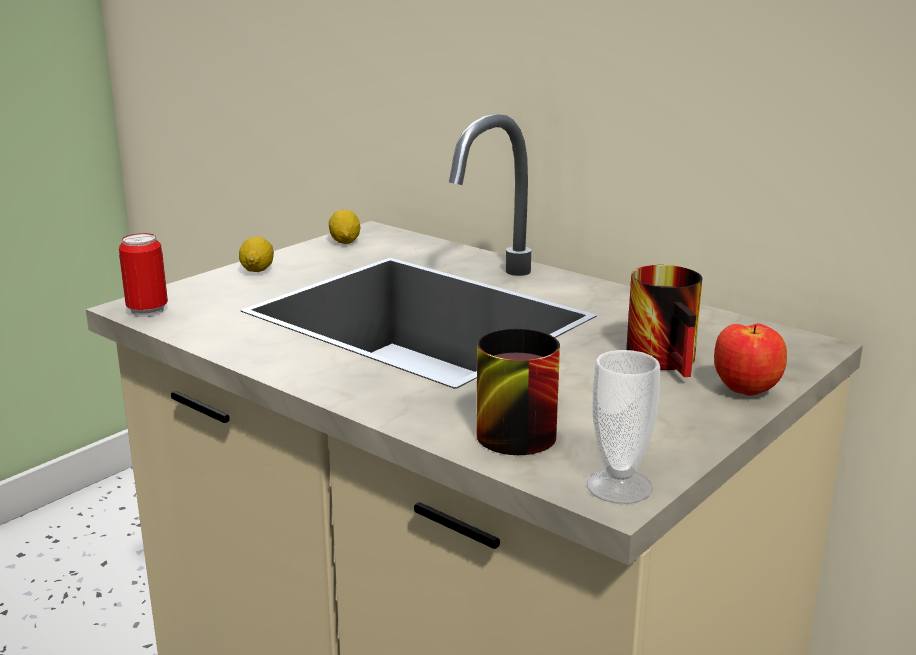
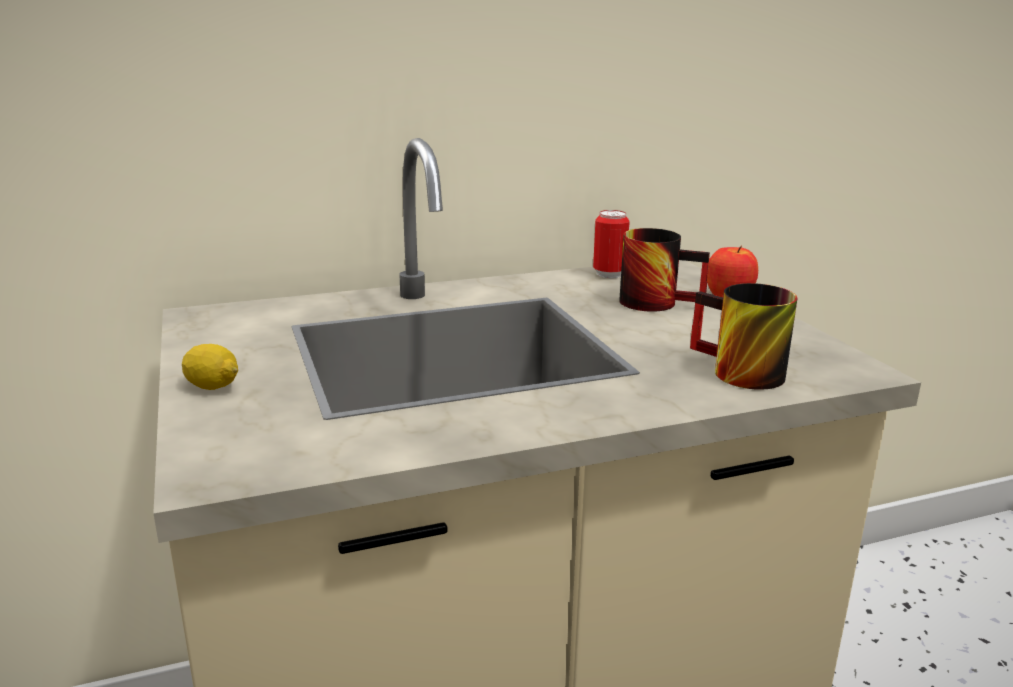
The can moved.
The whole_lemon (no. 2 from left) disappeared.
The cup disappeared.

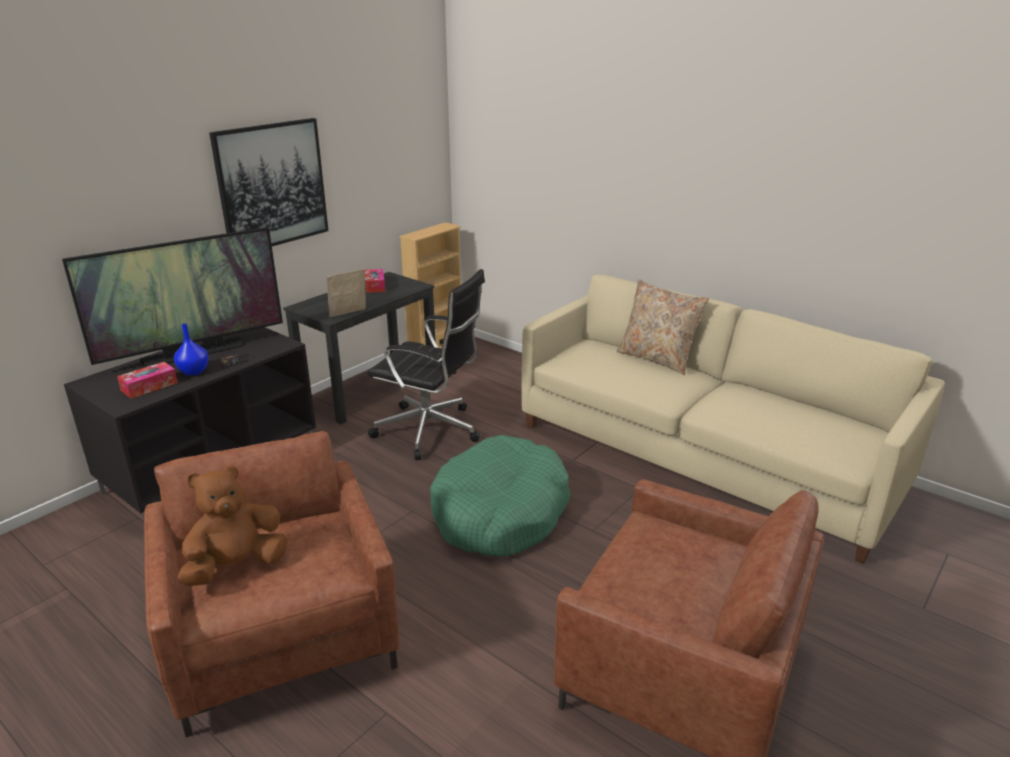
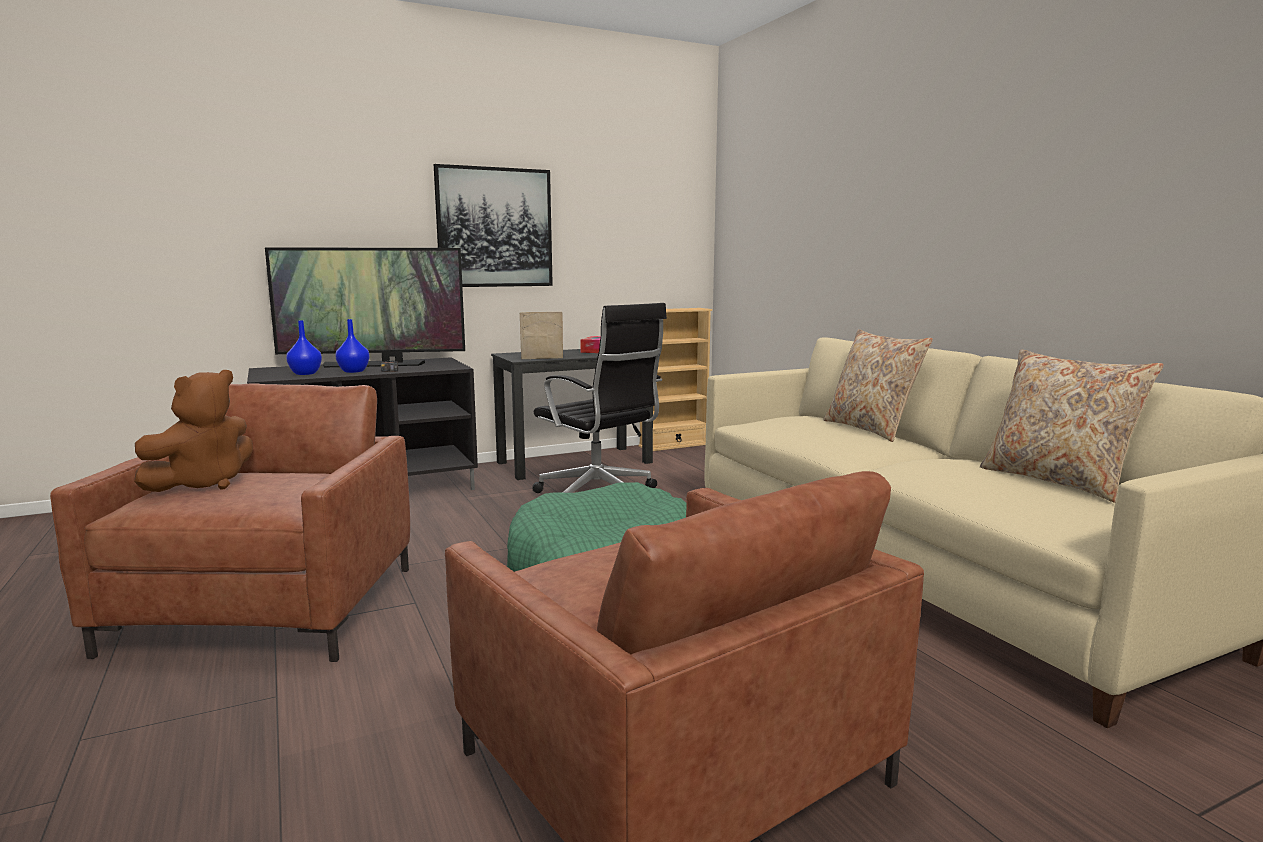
The tissue_box (no. 1 from left) was replaced by the blue_vase (no. 1 from left).
The brownish_plush_toy turned 135 degrees clockwise.
The beige-coloured_cushion (no. 2 from left) appeared.

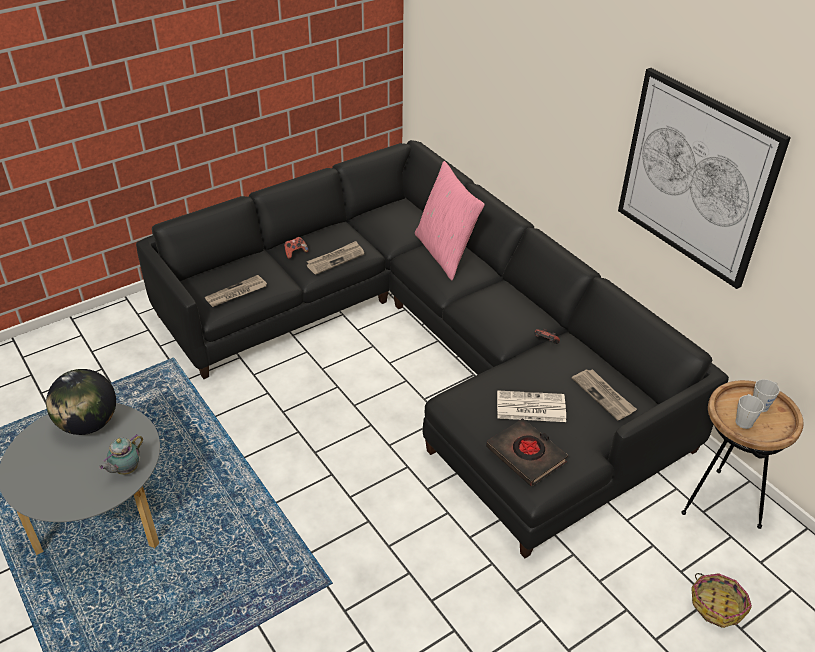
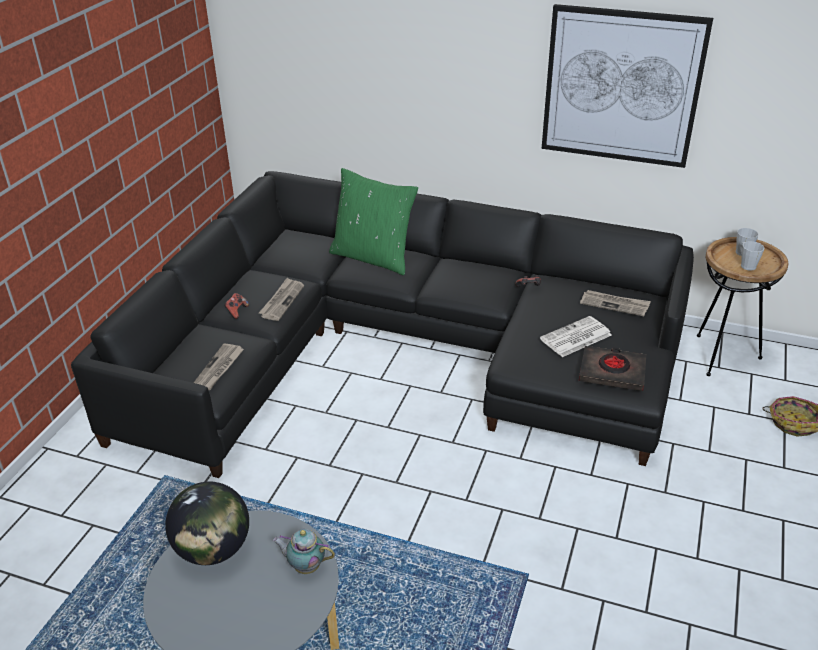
The tea_pot turned 105 degrees clockwise.
The pink_cushion became the green-coloured_cushion.

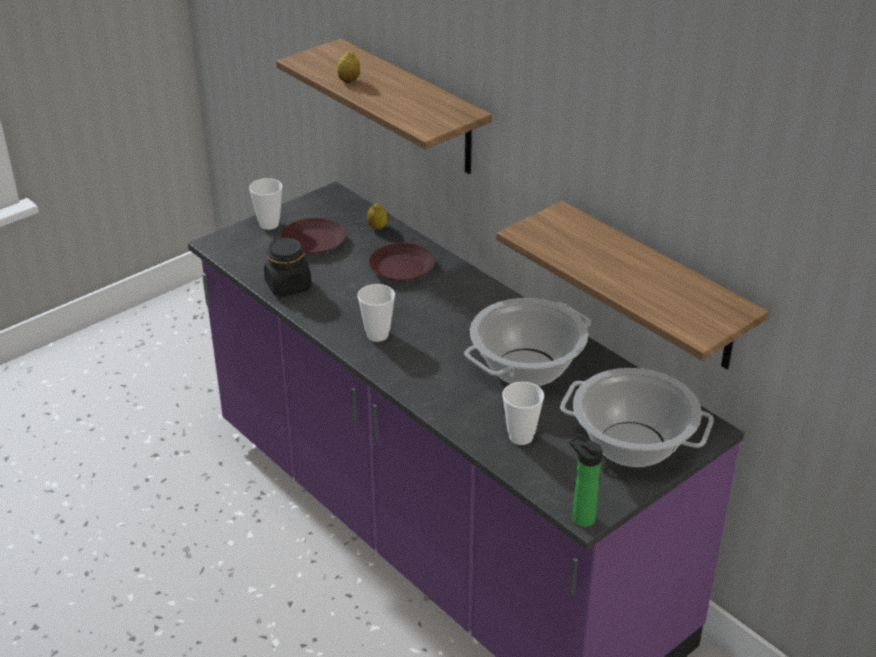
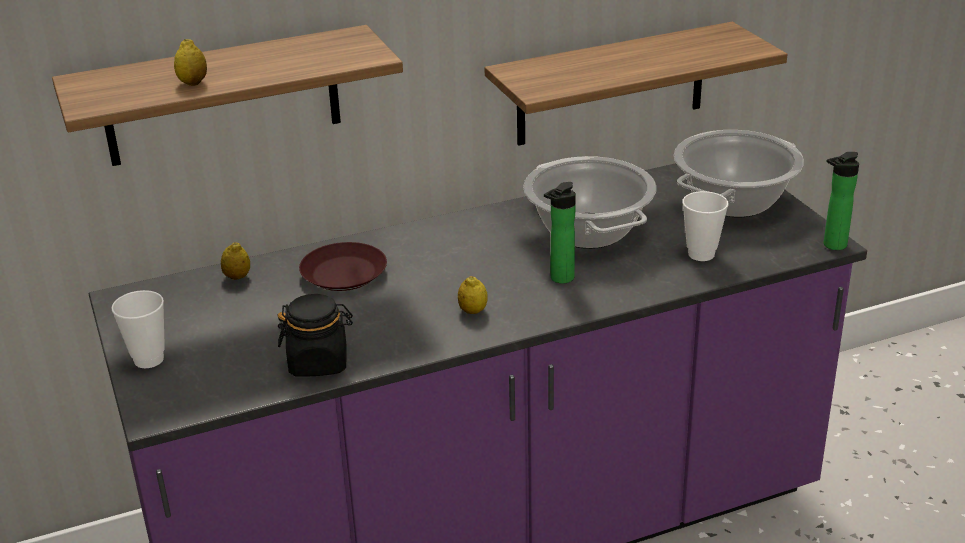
The brownish_flat_dish (no. 1 from left) disappeared.
The cup (no. 2 from left) was replaced by the whole_lemon (no. 3 from left).
The beverage_bottle (no. 1 from left) appeared.

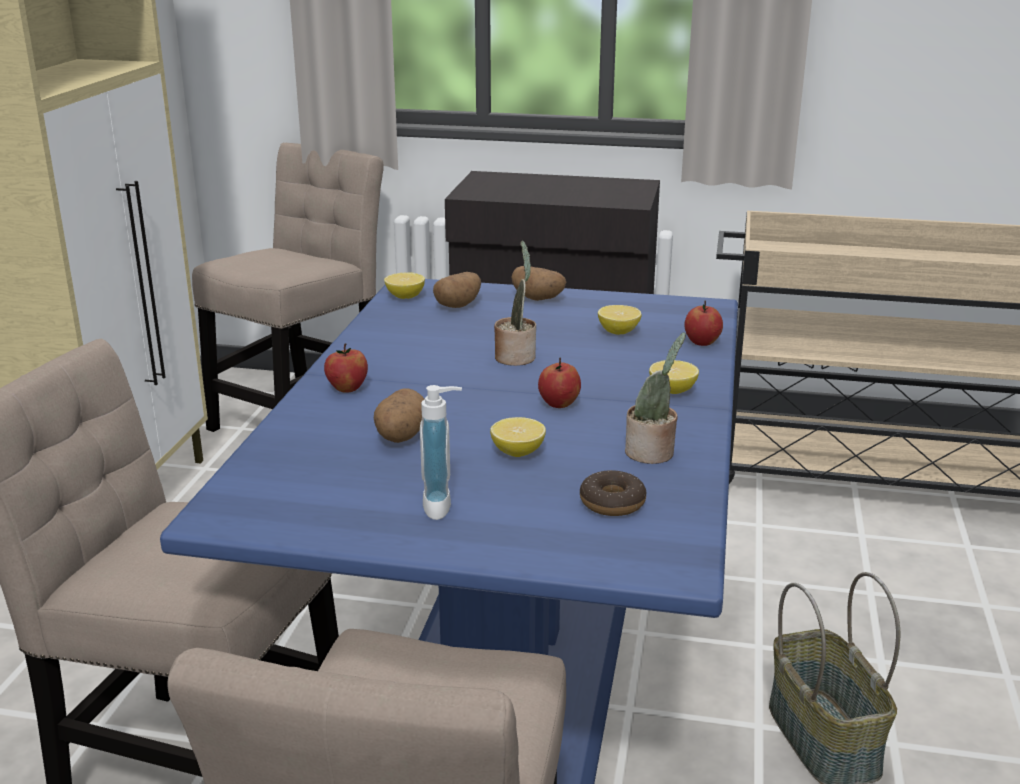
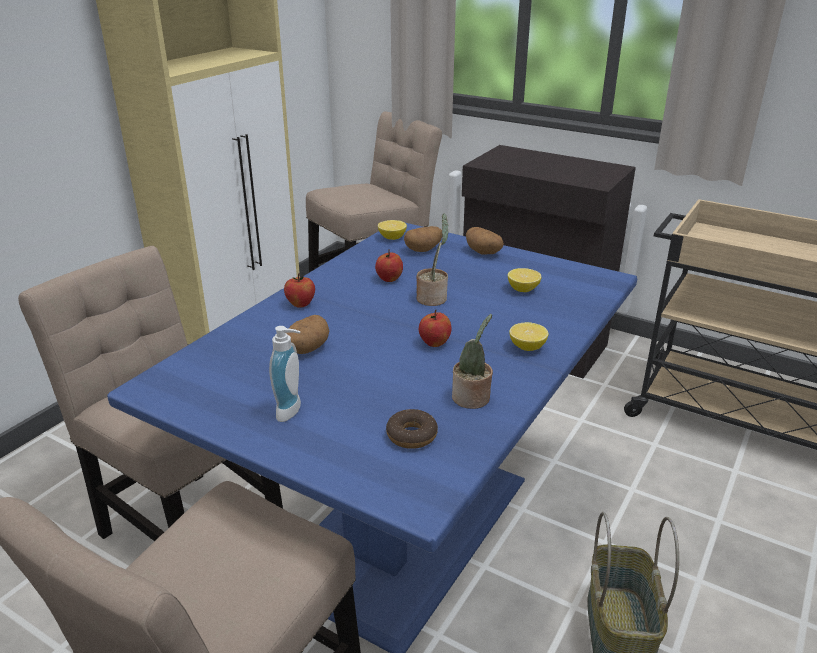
The whole_lemon (no. 2 from left) disappeared.
The apple (no. 3 from left in the first image) moved.

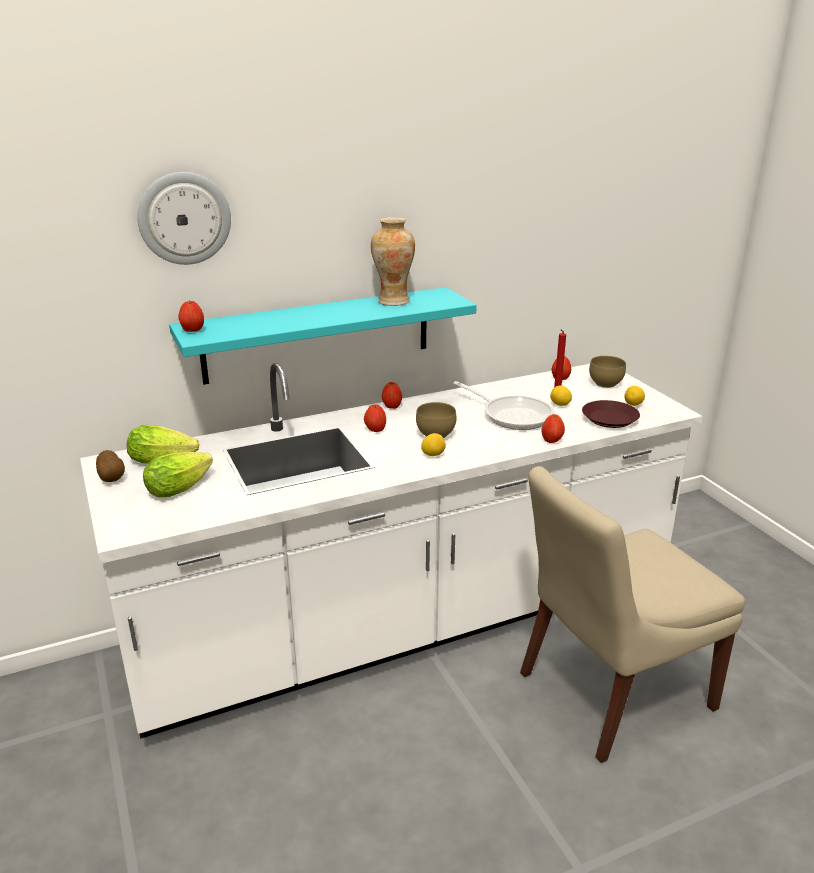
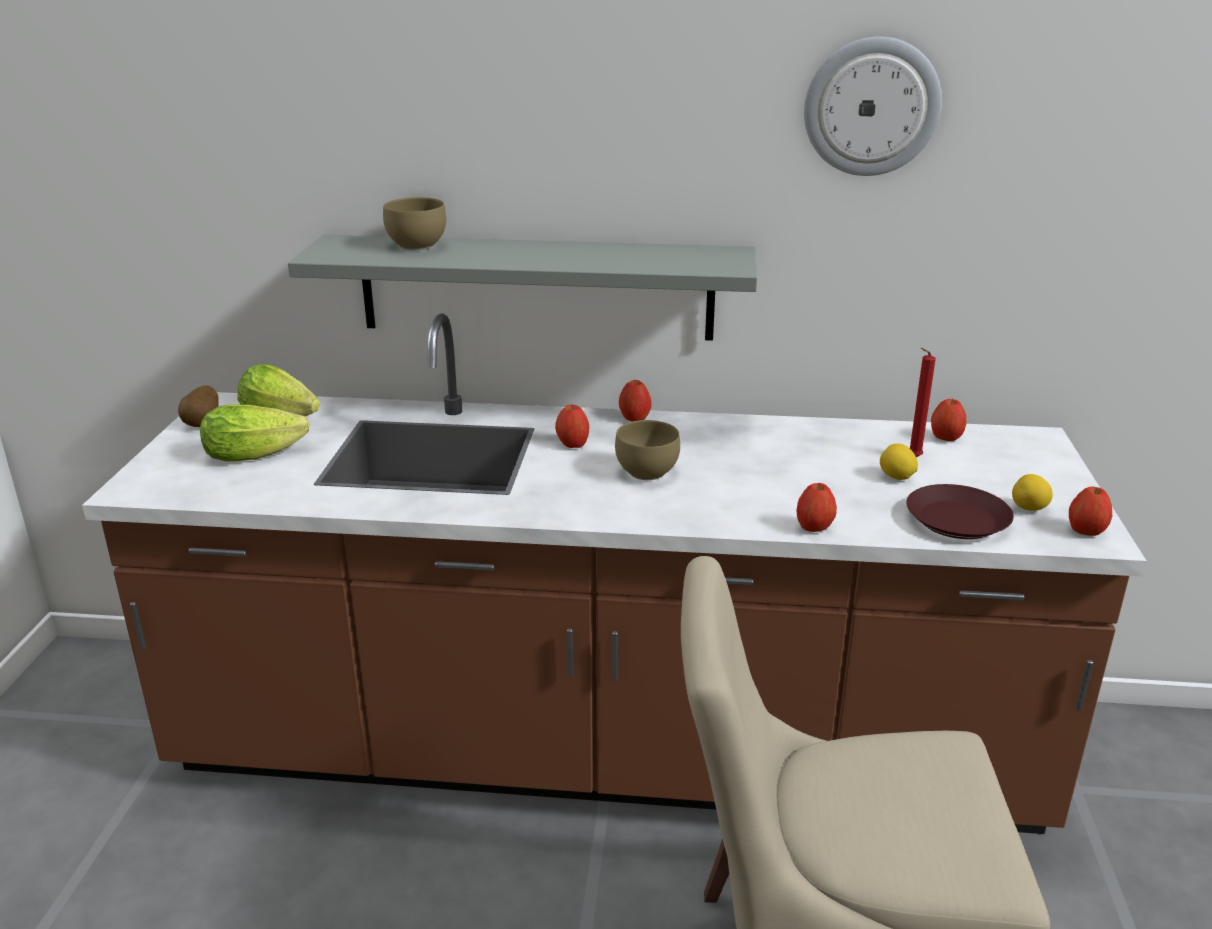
The white_kitchen_base_unit became the brownish_kitchen_base_unit.
The wall_clock moved.
The turquoise-coloured_shelf became the greyish_shelf.
The apple (no. 1 from left in the first image) moved.
The vase disappeared.
The whole_lemon (no. 1 from left) disappeared.
The skillet disappeared.
The brownish_serving_bowl (no. 2 from left in the first image) moved.

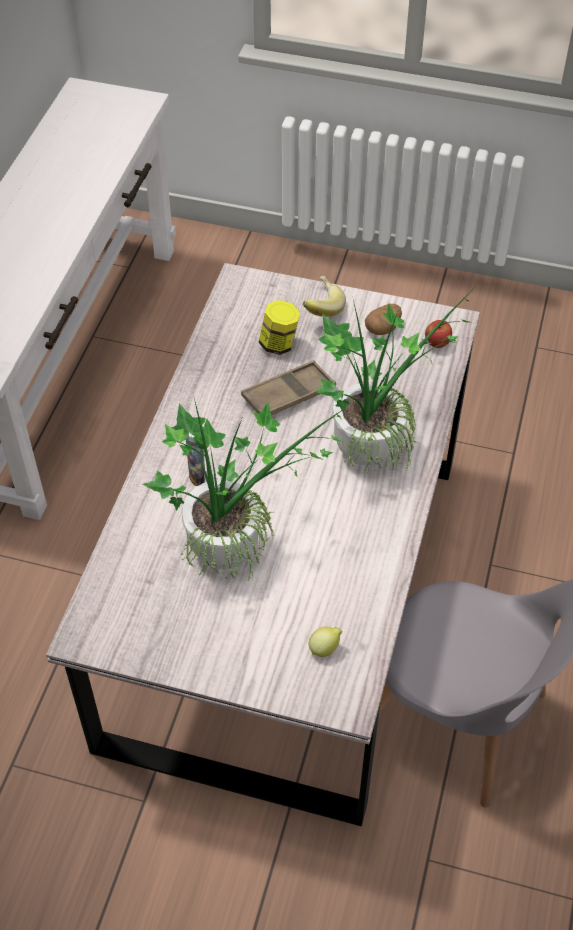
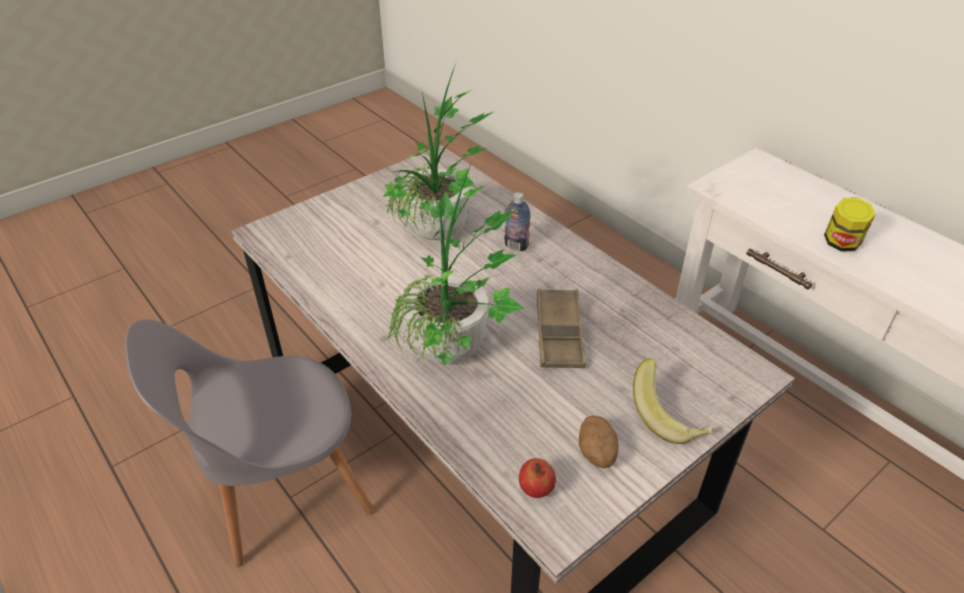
The storage_jar moved.
The whole_lemon disappeared.

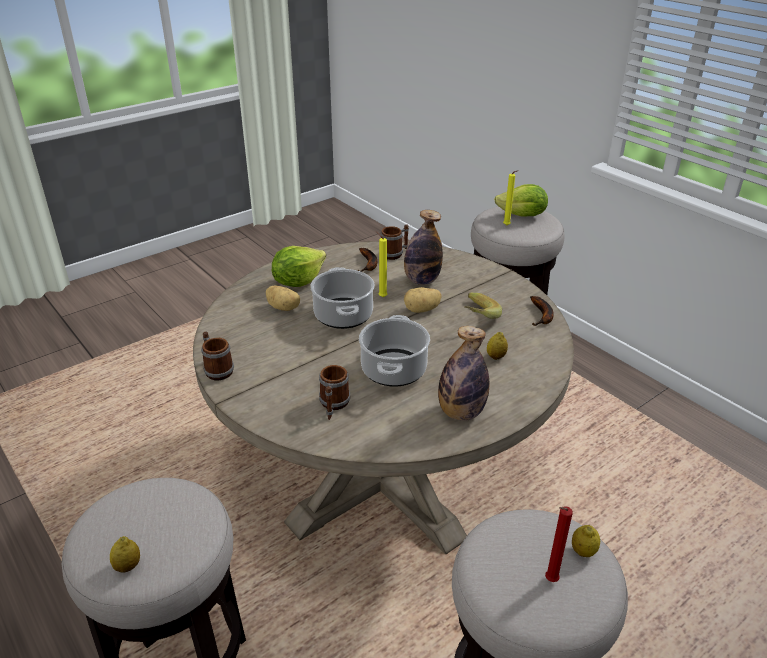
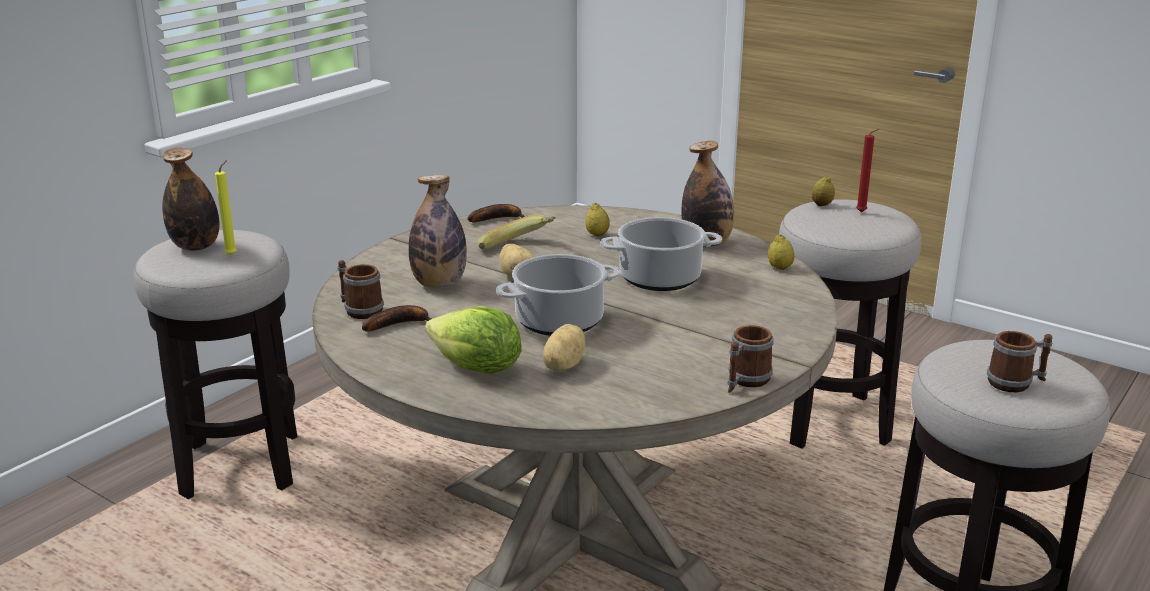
The whole_lemon (no. 1 from left in the first image) moved.
The mug (no. 2 from left in the first image) moved.
The yellow_wax_light (no. 1 from left) disappeared.
The lettuce (no. 2 from left) was replaced by the beverage_bottle (no. 1 from left).

